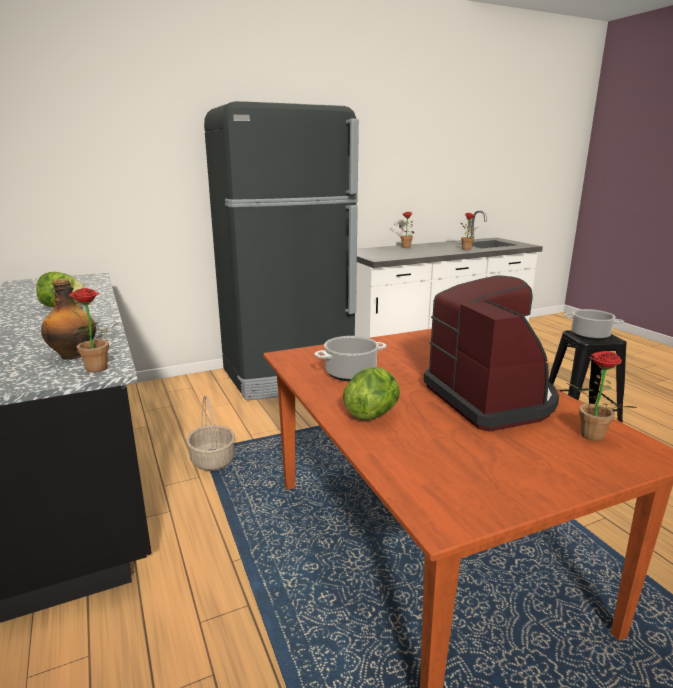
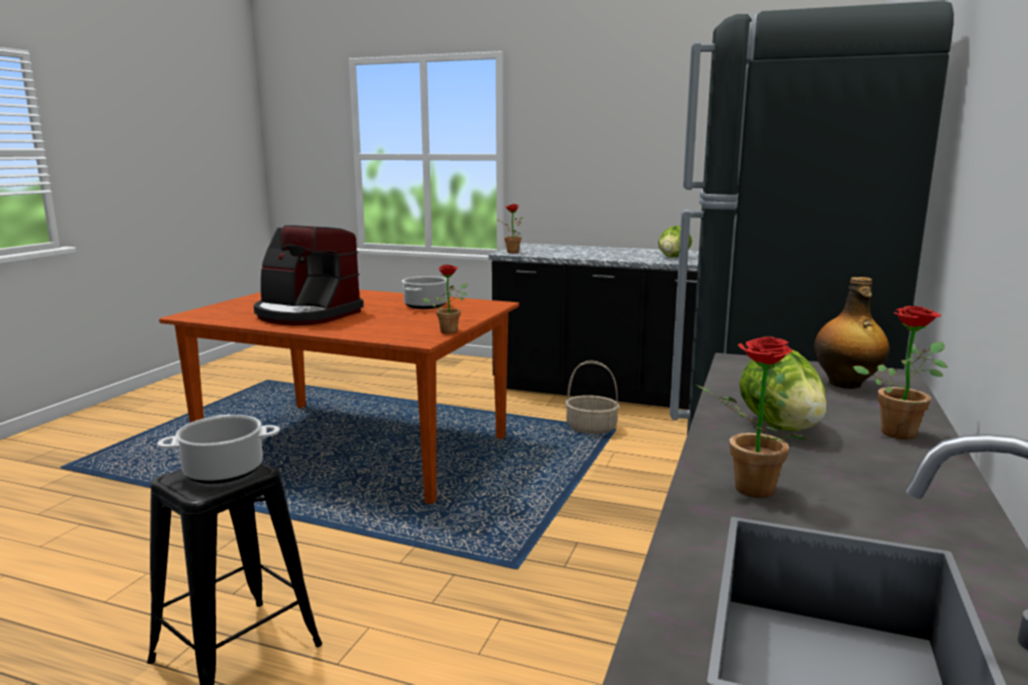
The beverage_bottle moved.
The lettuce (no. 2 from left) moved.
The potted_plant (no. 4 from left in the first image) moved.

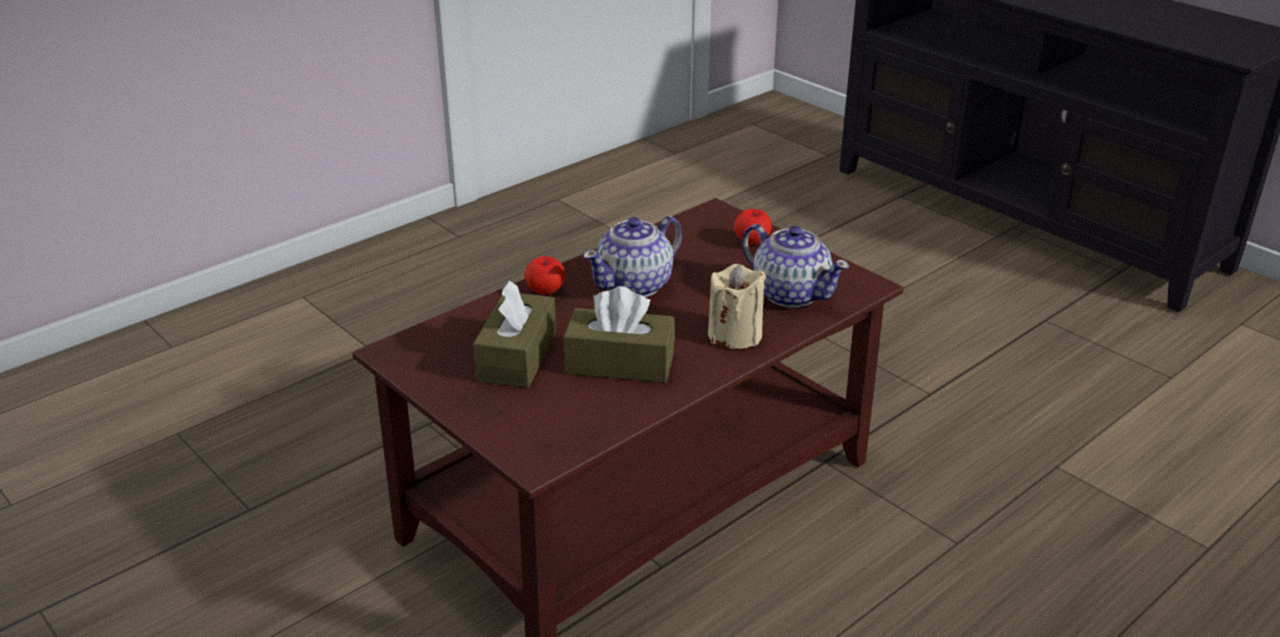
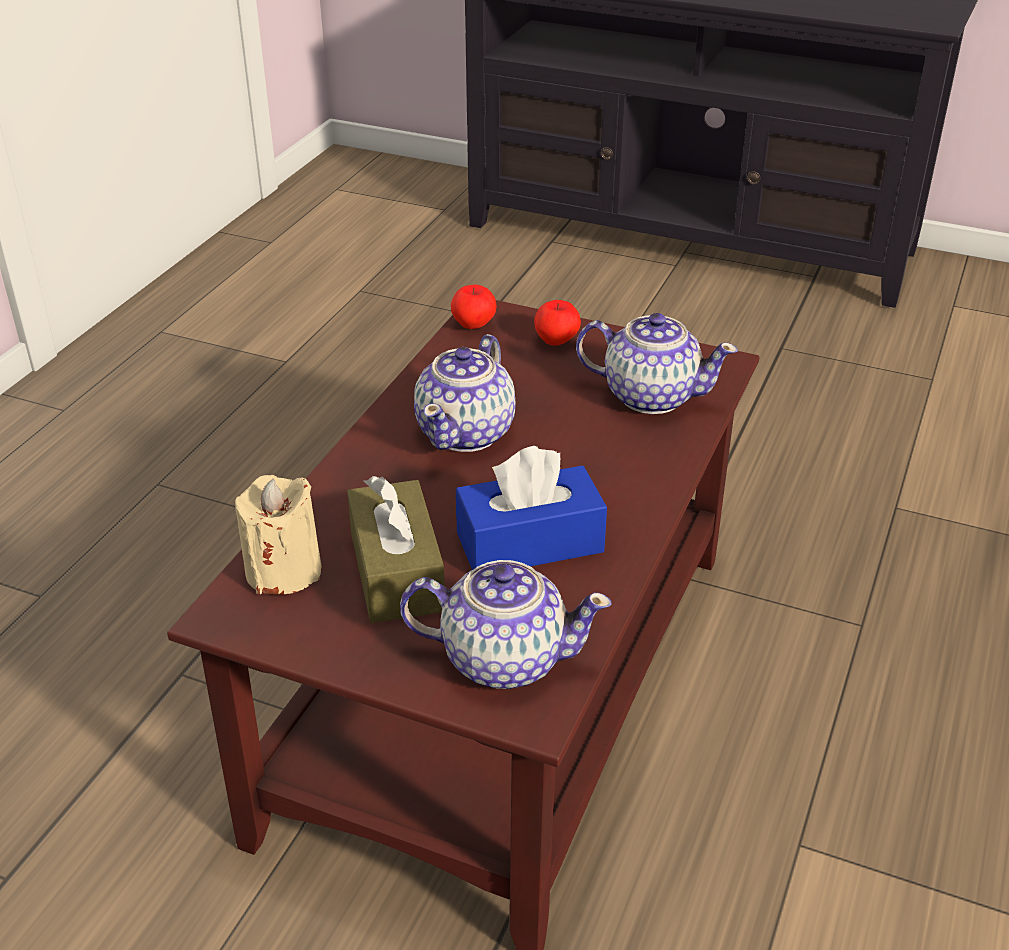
The apple (no. 1 from left) moved.
The brownish_tissue_box (no. 2 from left) became the blue_tissue_box.
The beige-coloured_wax_light moved.
The tea_pot (no. 2 from left) appeared.

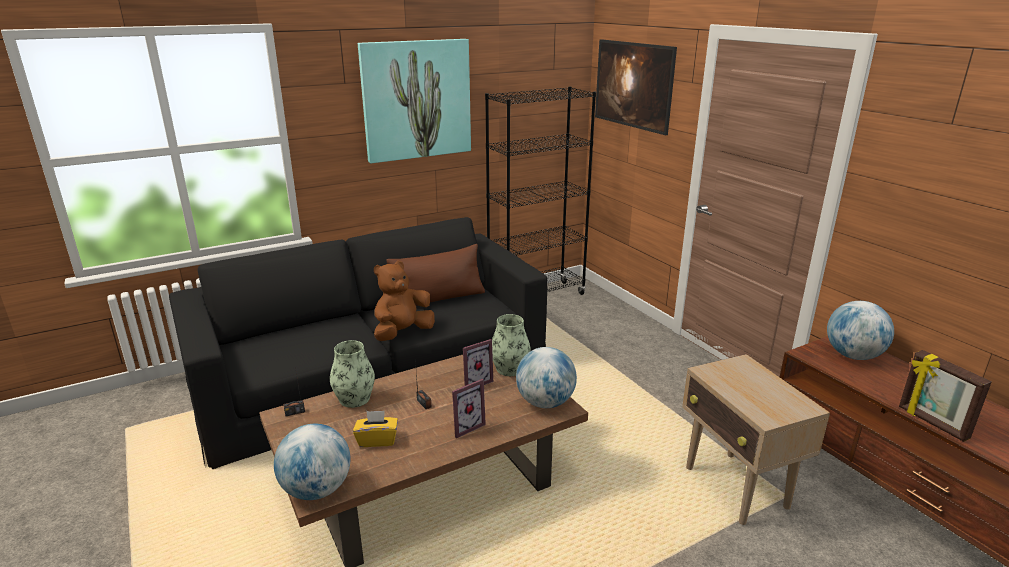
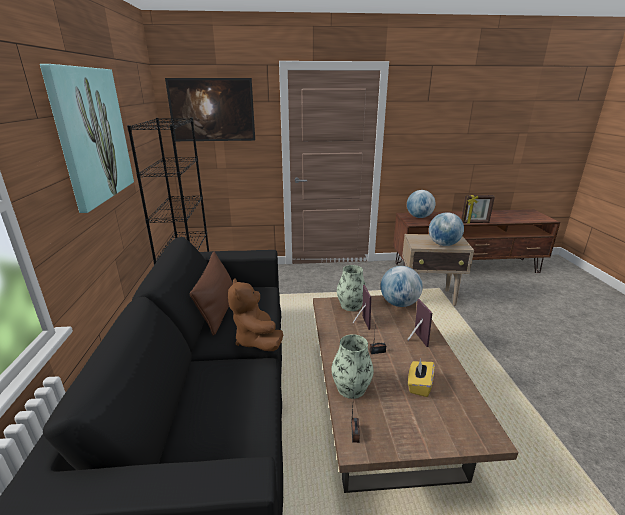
The globe (no. 1 from left in the first image) moved.

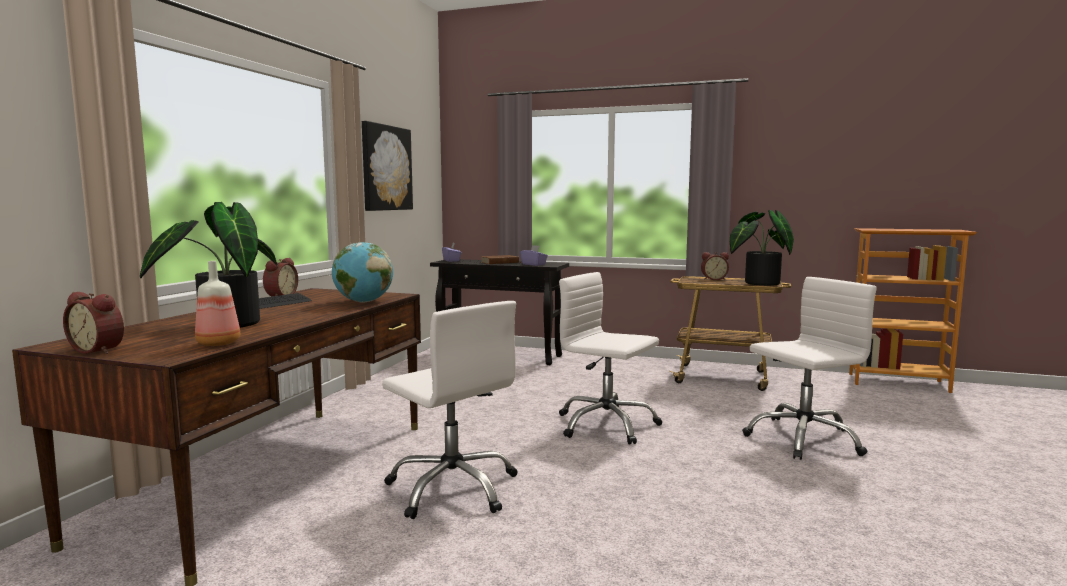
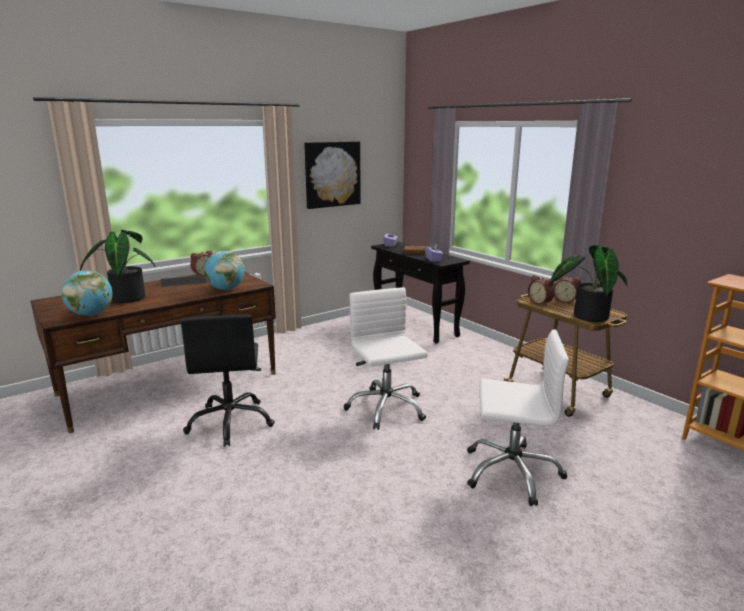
The alarm_clock (no. 1 from left in the first image) moved.
The beverage_bottle was replaced by the globe (no. 1 from left).
The white_desk_chair (no. 1 from left) became the blackish_desk_chair.

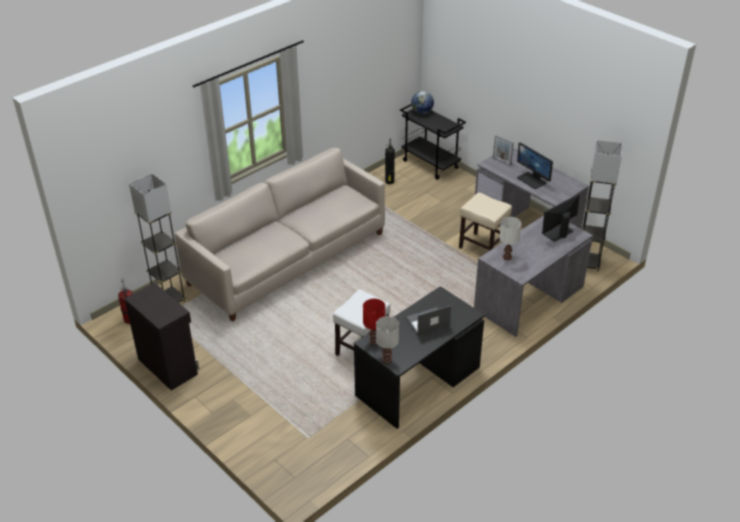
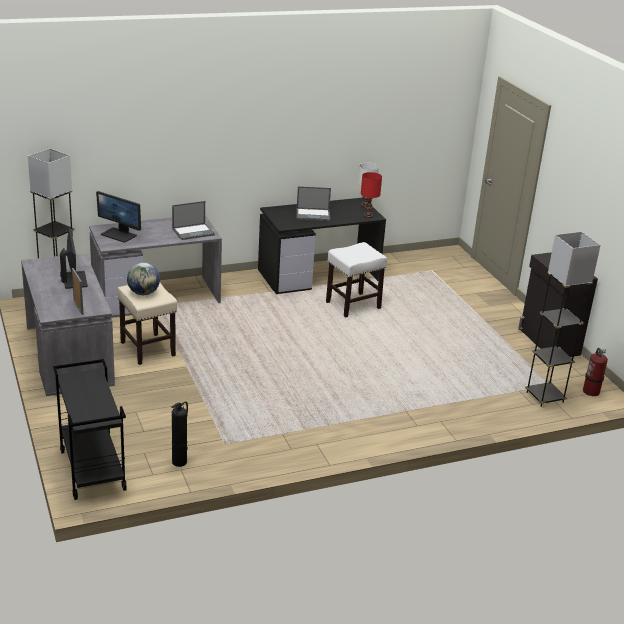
The beige-coloured_settee disappeared.
The globe moved.
The white_tabletop_lamp (no. 2 from left) was replaced by the portable_computer (no. 1 from left).
The computer_screen (no. 2 from left) turned 45 degrees clockwise.

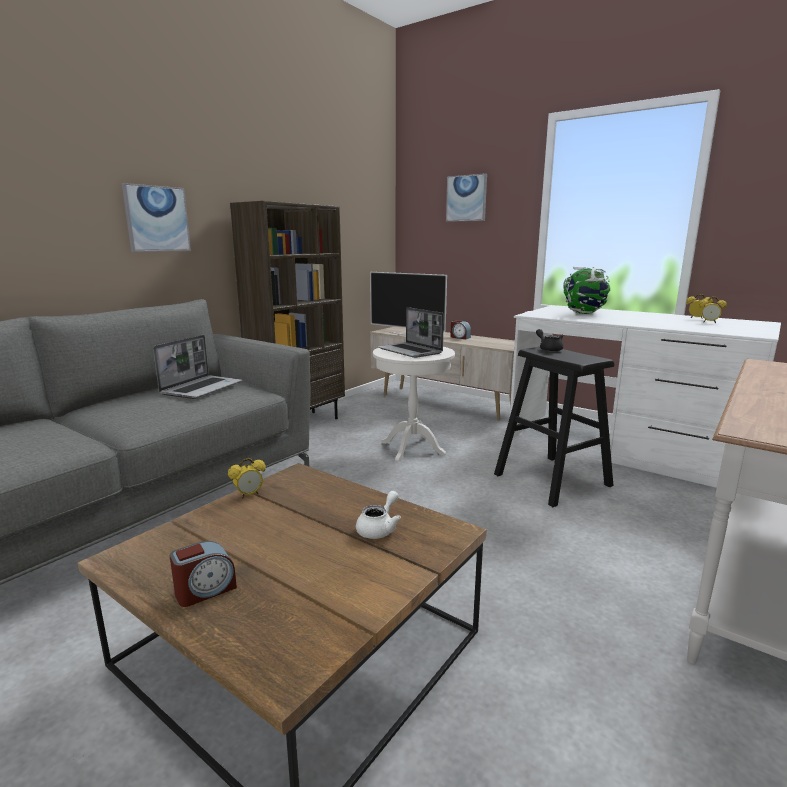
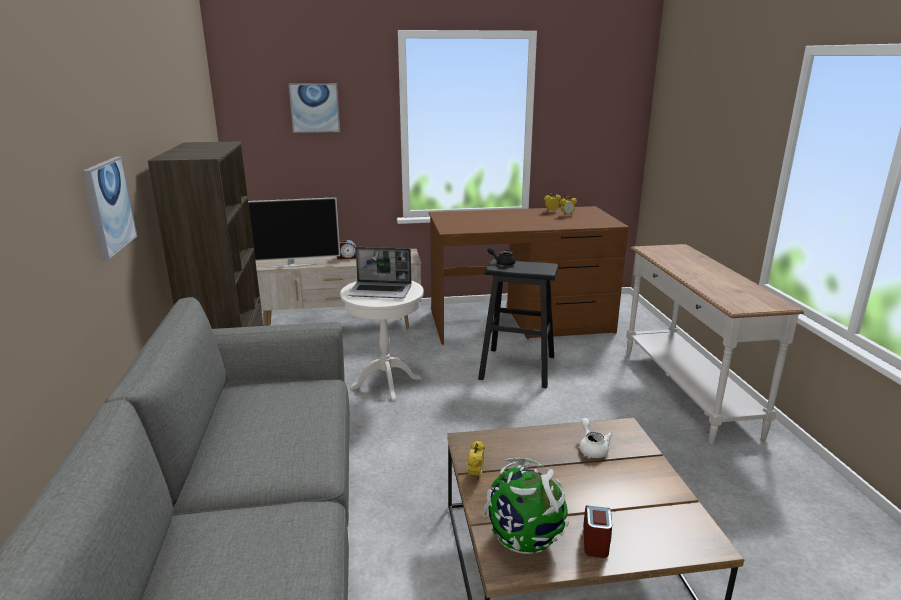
The portable_computer (no. 1 from left) disappeared.
The white_desk_table became the brownish_desk_table.
The globe moved.

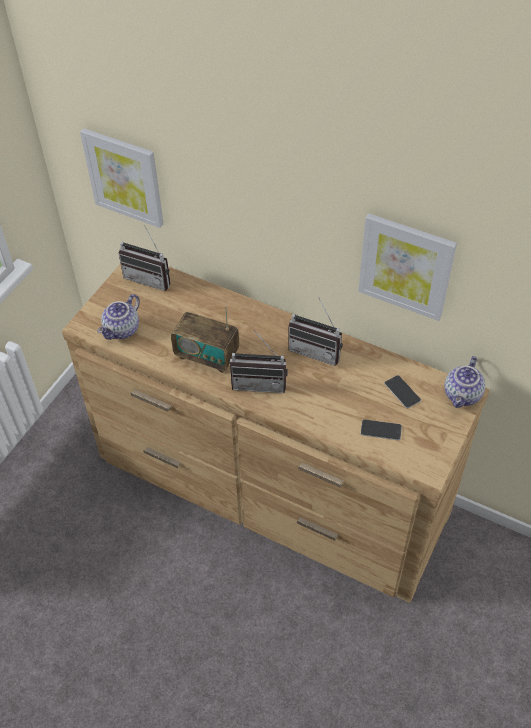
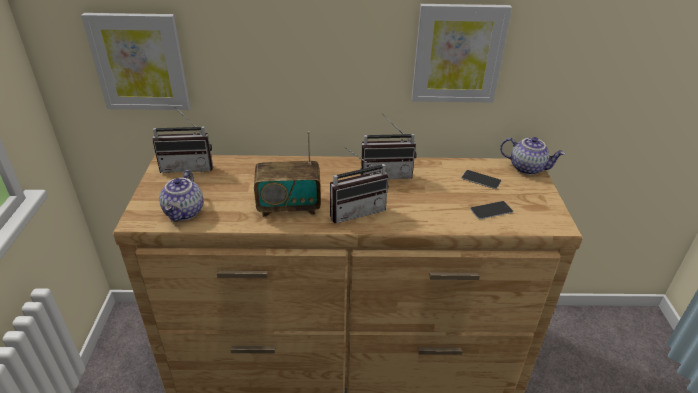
The tea_pot (no. 2 from left) turned 60 degrees counterclockwise.

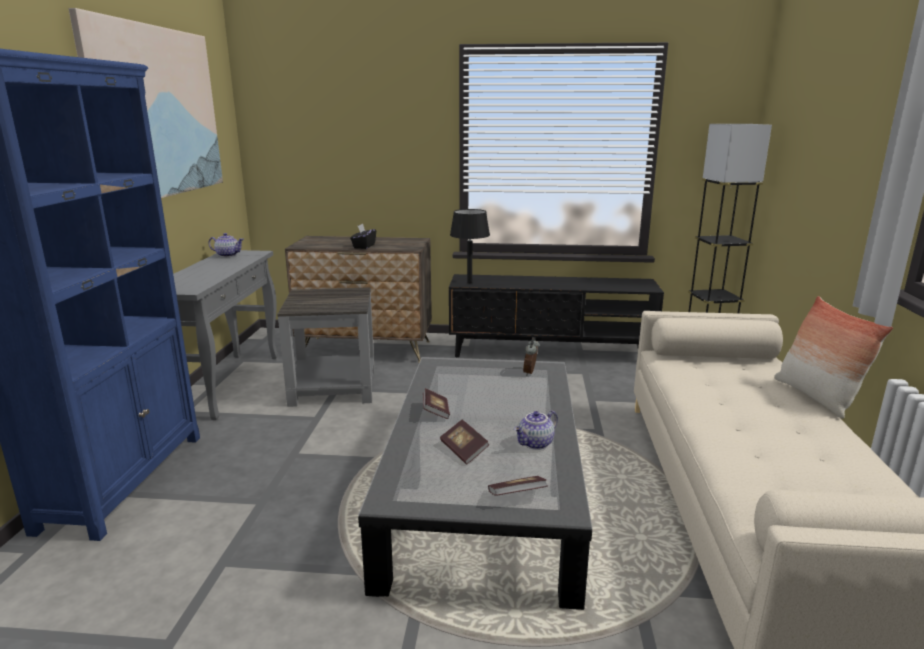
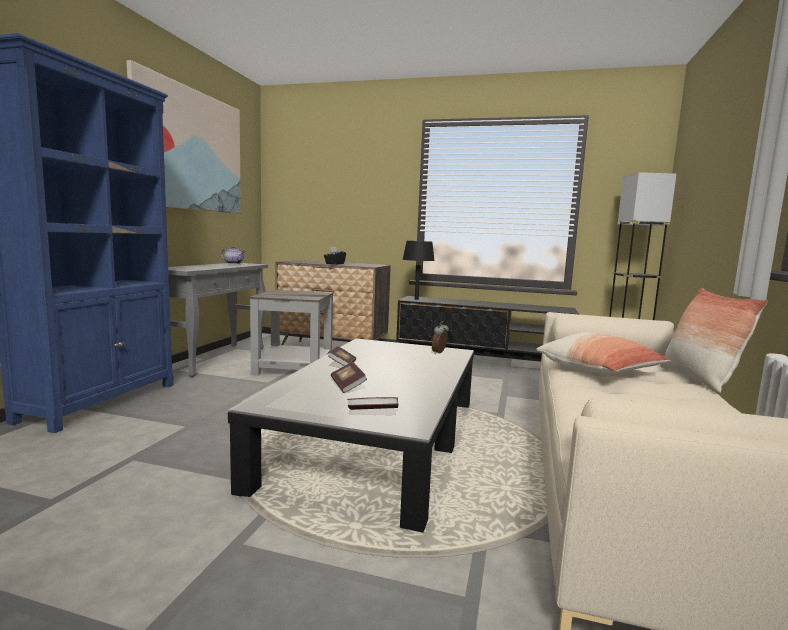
The tea_pot (no. 2 from left) disappeared.
The cushion (no. 1 from left) appeared.

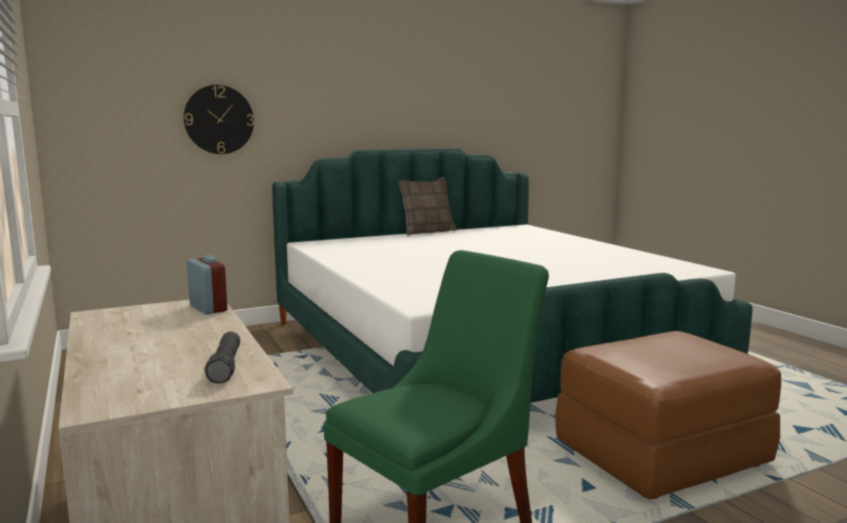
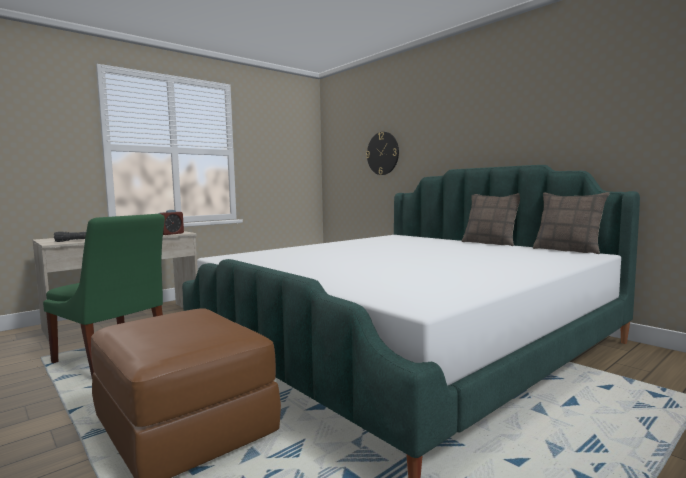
The cushion (no. 2 from left) appeared.

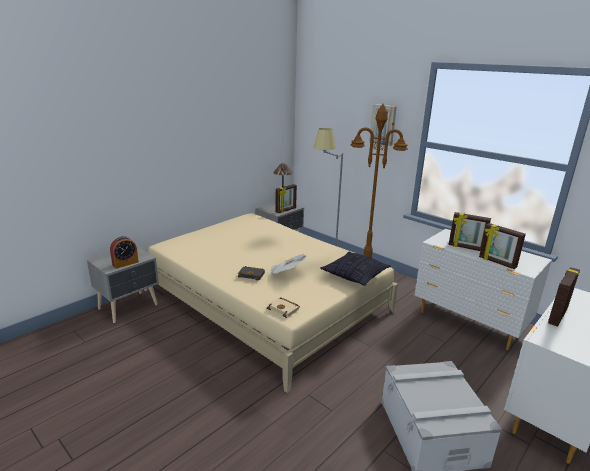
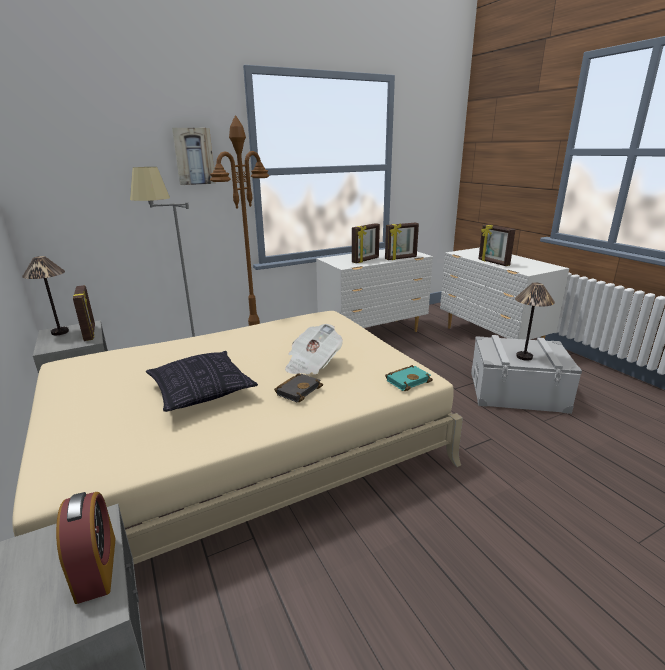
The beige-coloured_book became the turquoise-coloured_book.
The cushion moved.
The tabletop_lamp (no. 2 from left) appeared.

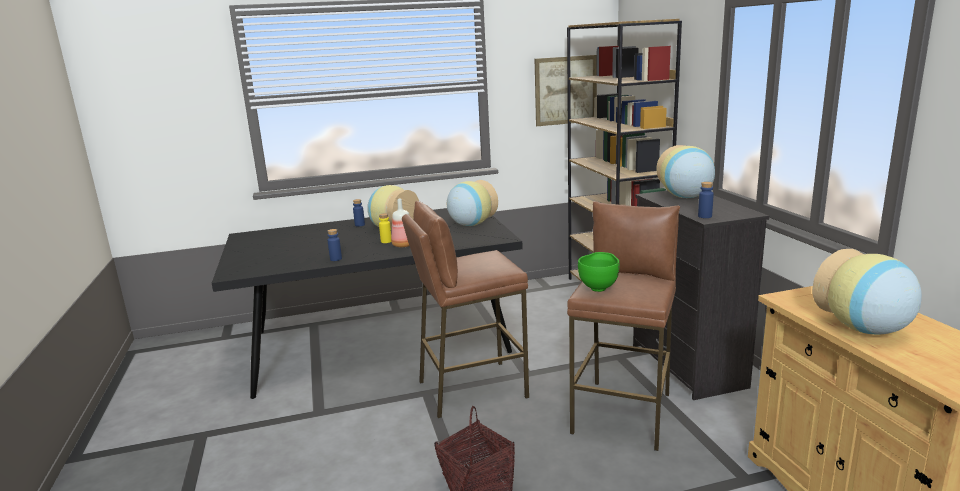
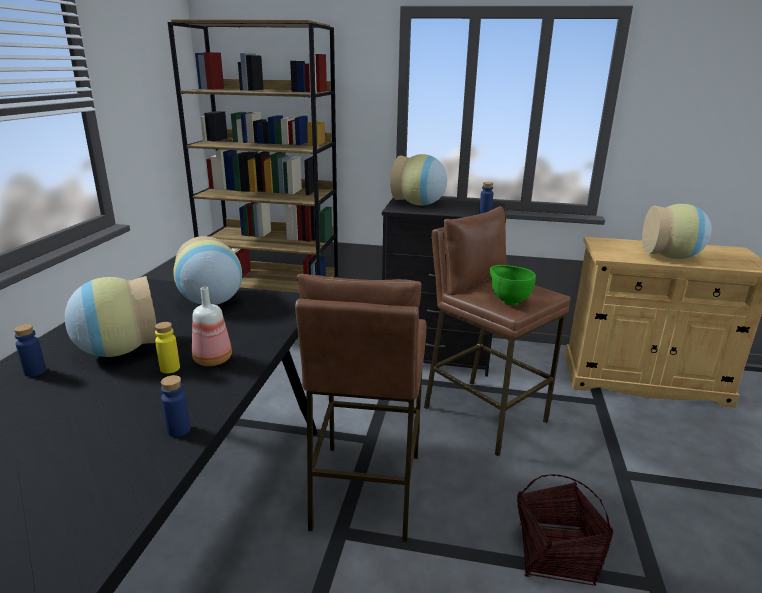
The picture disappeared.

